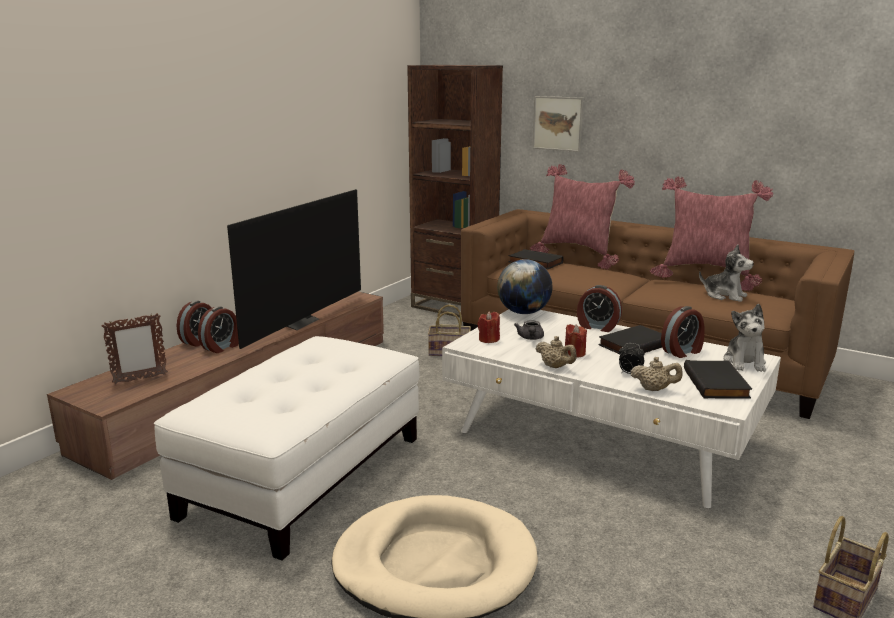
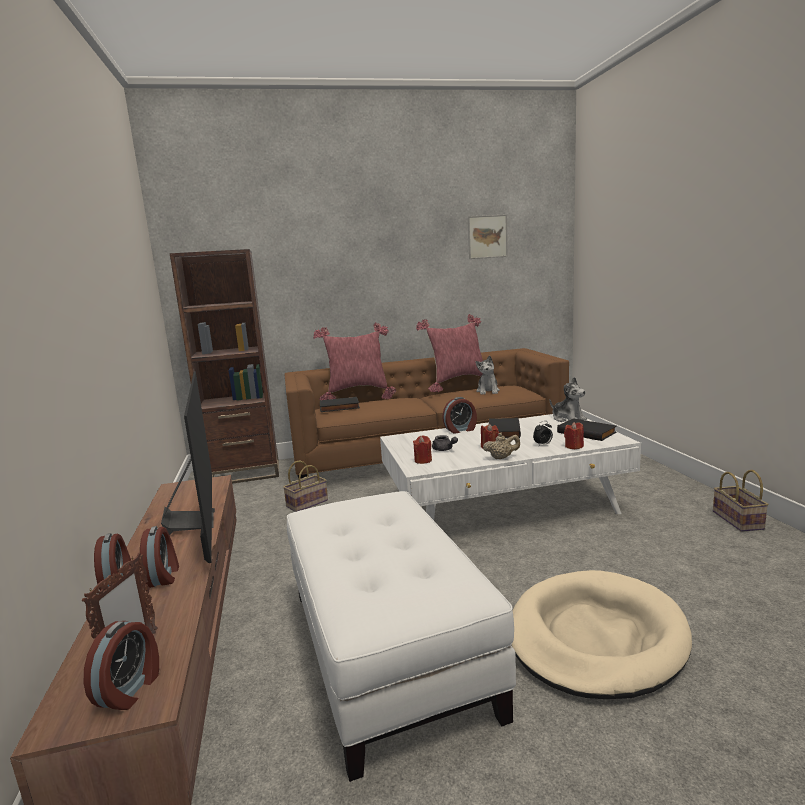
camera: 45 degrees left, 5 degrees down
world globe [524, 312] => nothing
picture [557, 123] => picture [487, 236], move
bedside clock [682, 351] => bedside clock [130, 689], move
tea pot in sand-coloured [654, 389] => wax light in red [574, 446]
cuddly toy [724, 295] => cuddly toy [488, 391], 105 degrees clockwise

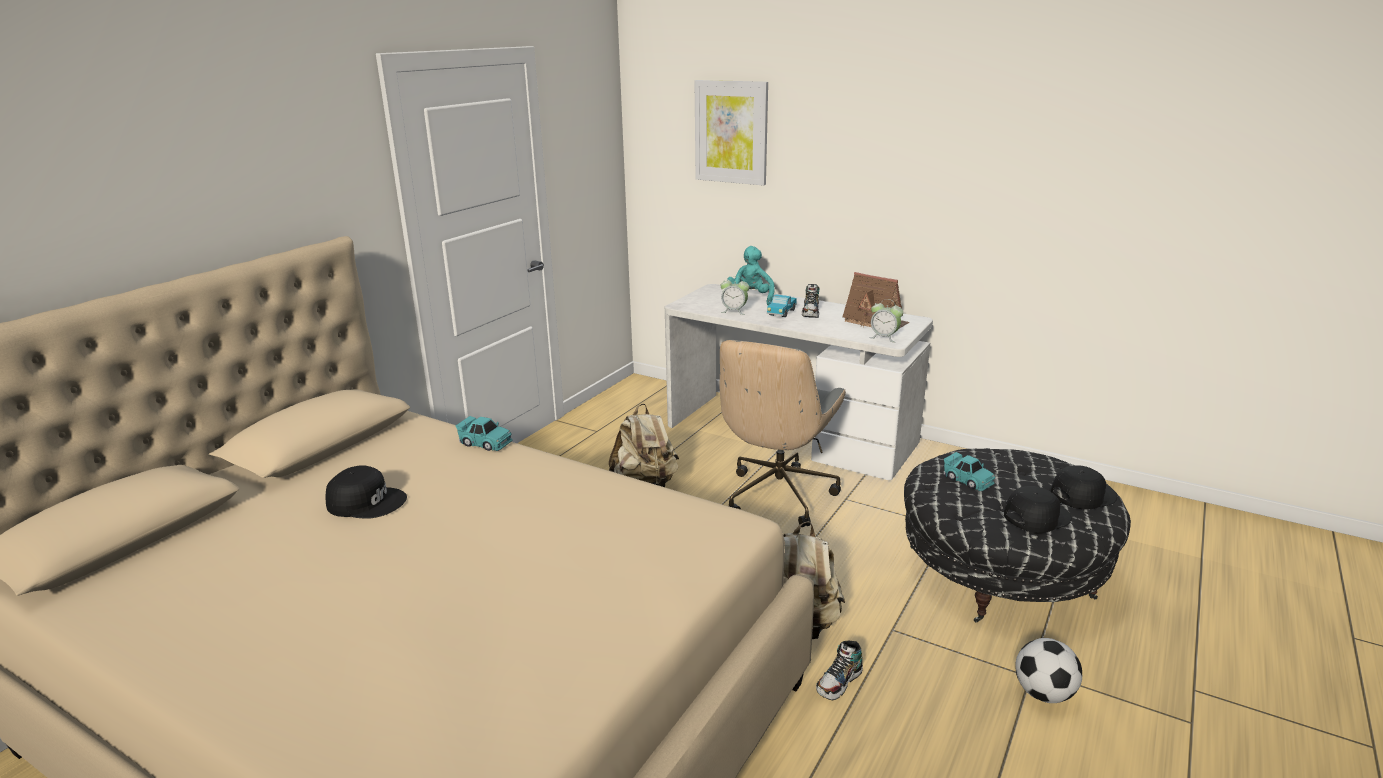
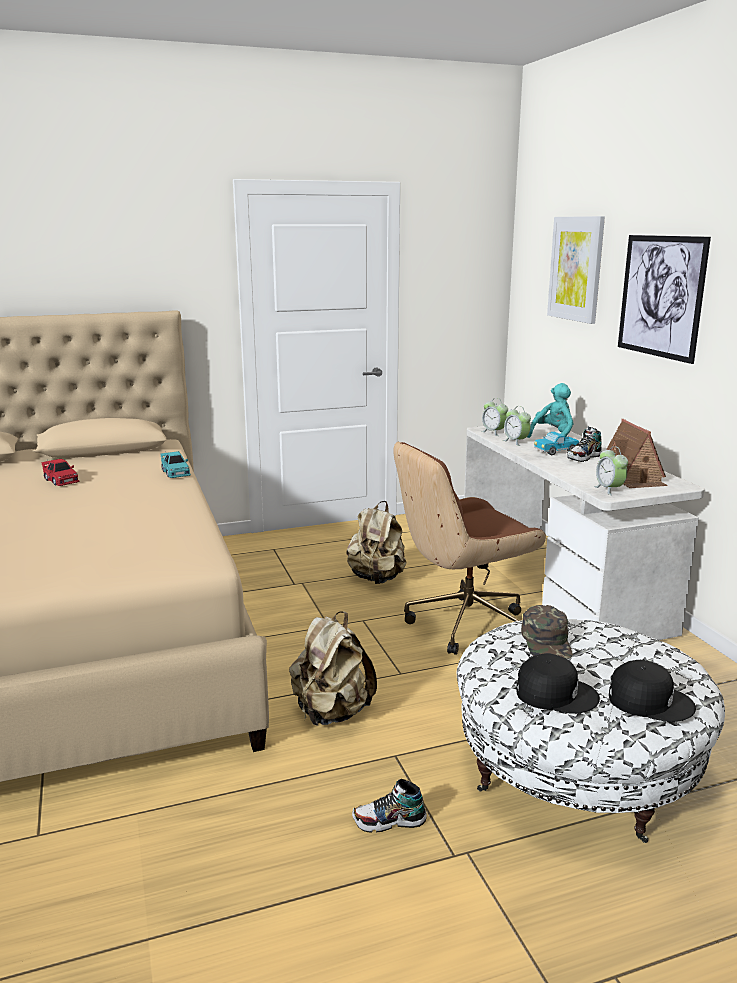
camera: 40 degrees right, 5 degrees down
ball for football [1043, 694] => nothing
nothing => bedside clock [494, 432]
nothing => picture [661, 296]
shoe [839, 682] => shoe [389, 821], move
peaked cap in blackish [367, 501] => miniature car in red [61, 481]
miniature car in turquoise-coloured [967, 480] => peaked cap in green-coloured [547, 641]
office chair in greyish [777, 498] => office chair in brownish [463, 626]
pouffe in blackish [1000, 572] => pouffe in white [576, 769]

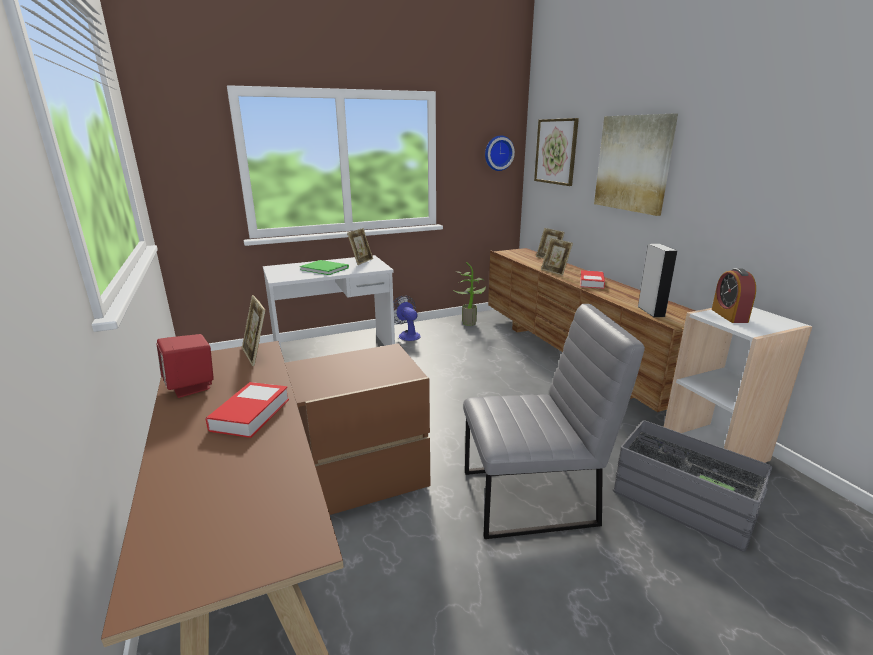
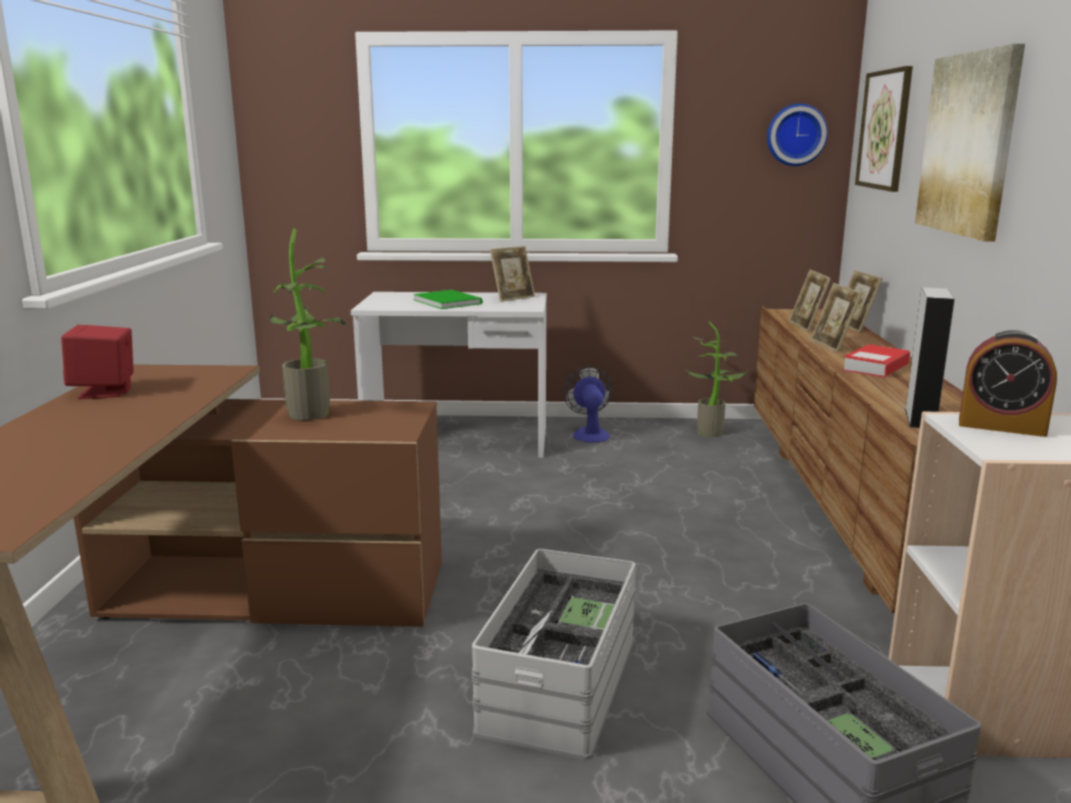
camera: 25 degrees right, 5 degrees down
book [250, 414] => nothing
nothing => houseplant [314, 415]
photo frame [257, 355] => photo frame [806, 326], move
upright chair in greyish [533, 497] => storage container in greyish [562, 683]
bedside clock [729, 315] => bedside clock [1001, 426], 90 degrees counterclockwise

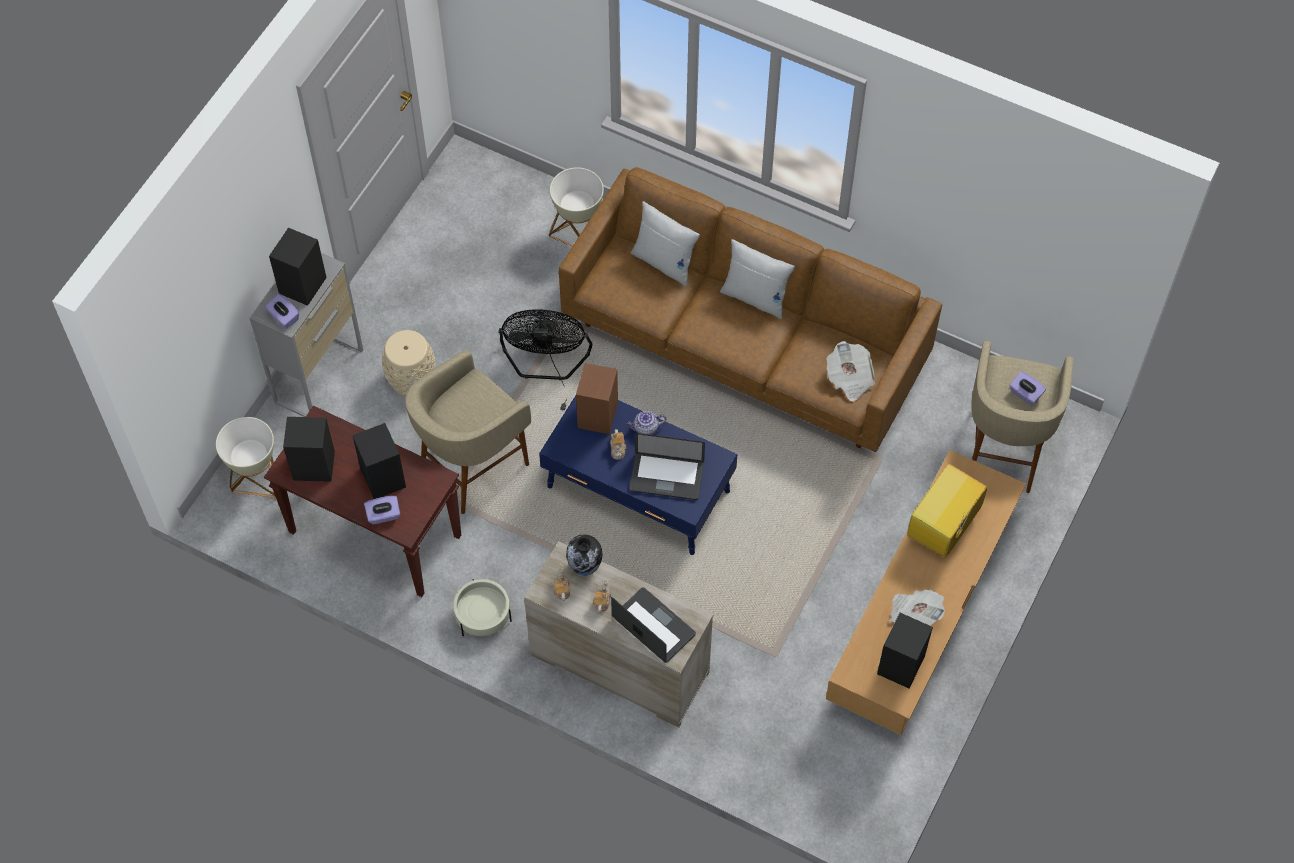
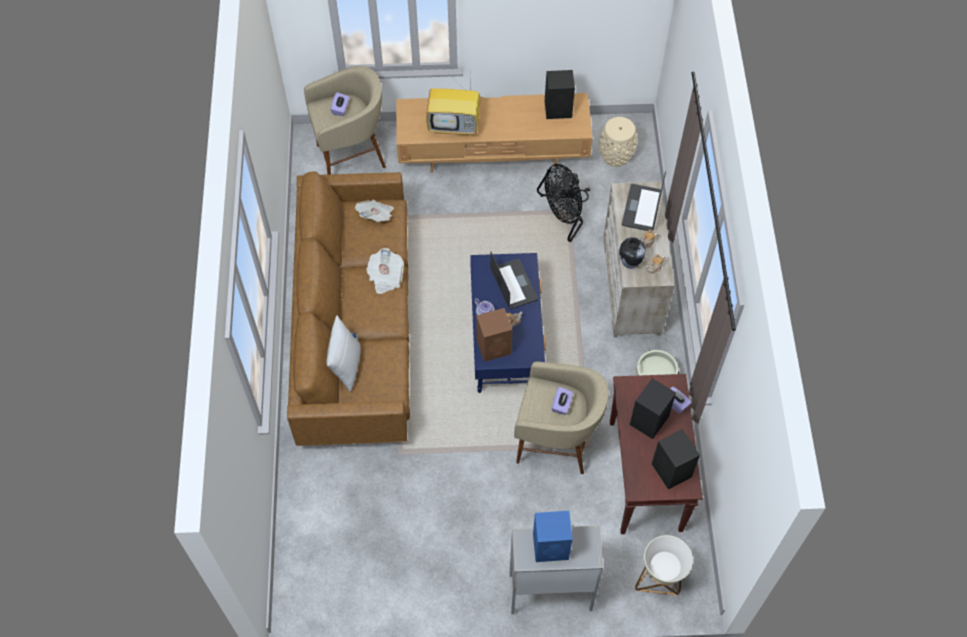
camera: 120 degrees left, 0 degrees up
flower pot [579, 234] => nothing
cushion in greyish [755, 298] => nothing
box of tissues in purple-coloured [283, 317] => box of tissues in purple-coloured [561, 405], move
sitting stool in sand-coloured [411, 380] => sitting stool in sand-coloured [616, 155], move
cooling fan in blackish [548, 368] => cooling fan in blackish [565, 212], move
printed paper [914, 615] => printed paper [385, 277], move
audio speaker in blackish [302, 286] => audio speaker in blue [551, 546]

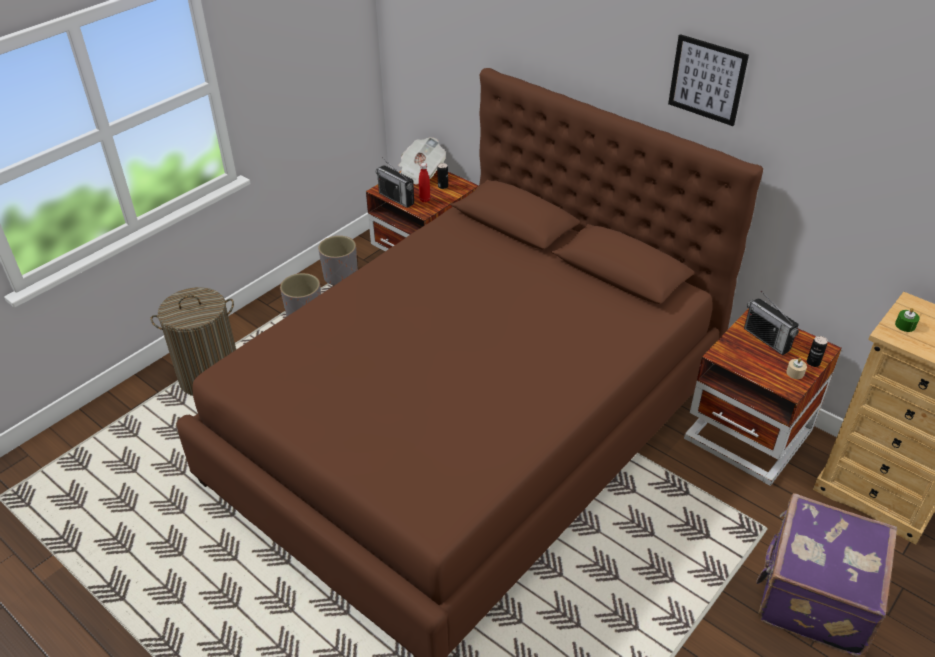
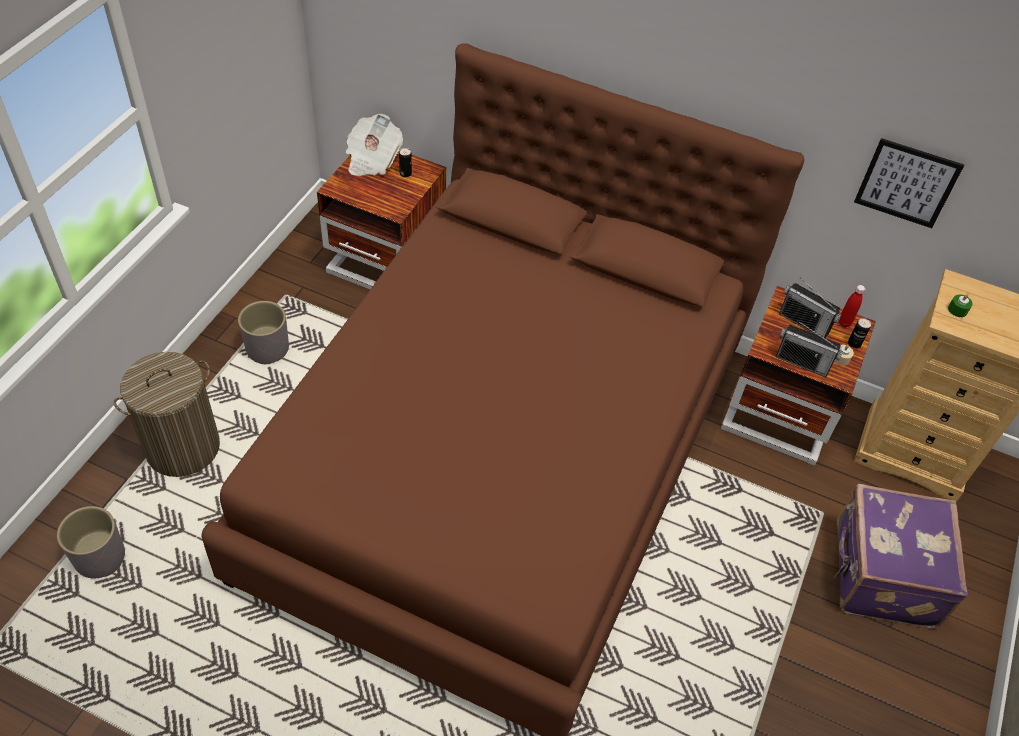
camera: 20 degrees left, 10 degrees up
flower pot in greyish [341, 277] => flower pot in greyish [100, 557], move
radio receiver [396, 198] => radio receiver [802, 362], move
bottle in red [425, 200] => bottle in red [844, 323], move
picture [707, 80] => picture [907, 183], move

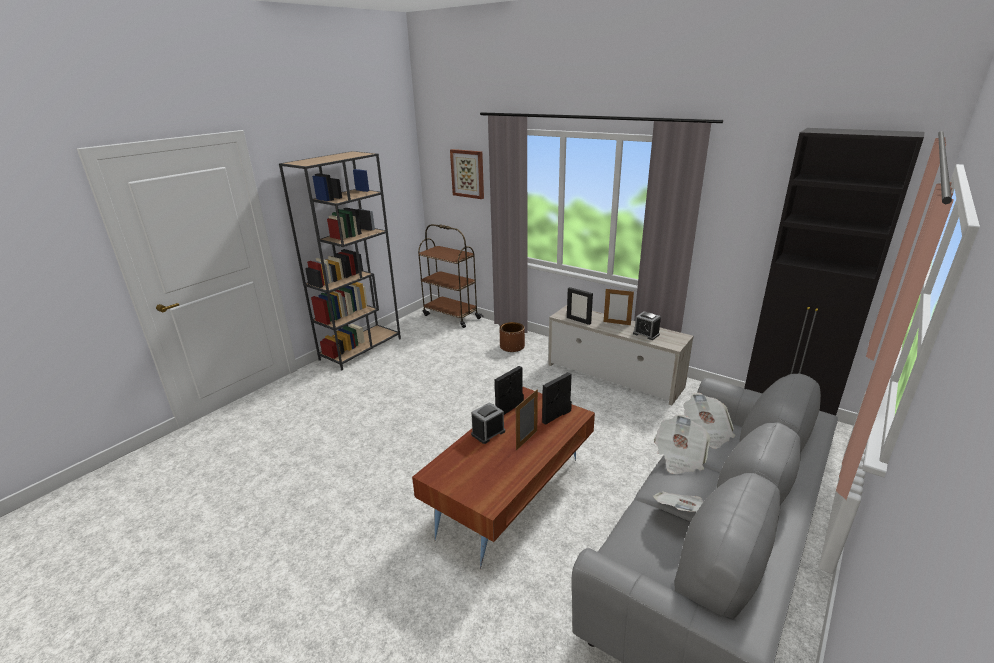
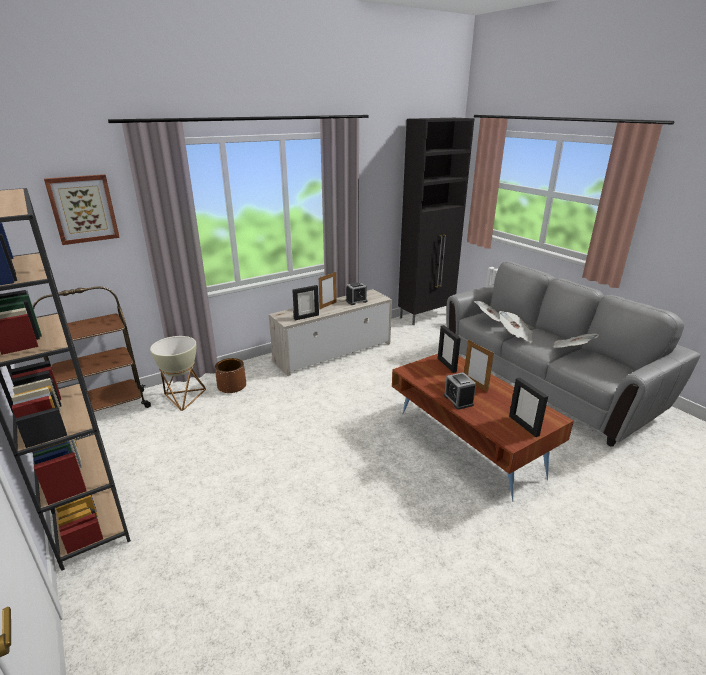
camera: 70 degrees left, 0 degrees up
nothing => flower pot [183, 397]
photo frame [510, 409] => photo frame [524, 425], move

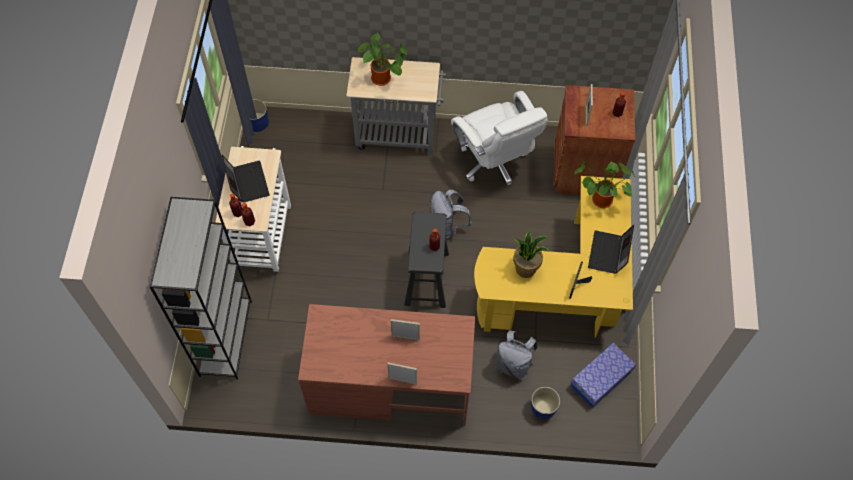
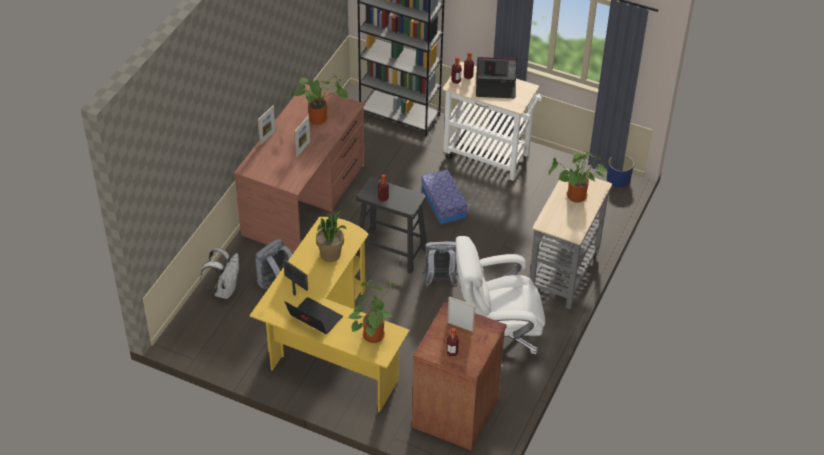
camera: 110 degrees right, 15 degrees down
nothing => houseplant [320, 118]
storage container [601, 379] => storage container [443, 204], move
flower pot [542, 409] => backpack in white [224, 290]

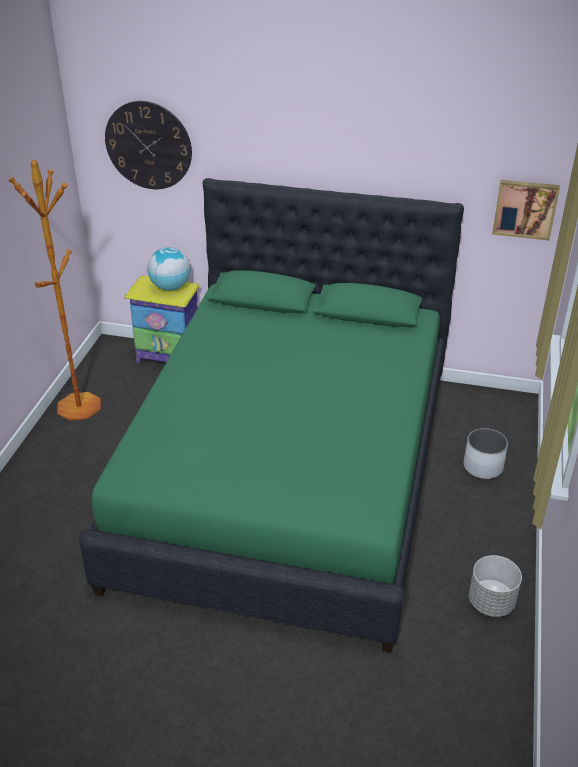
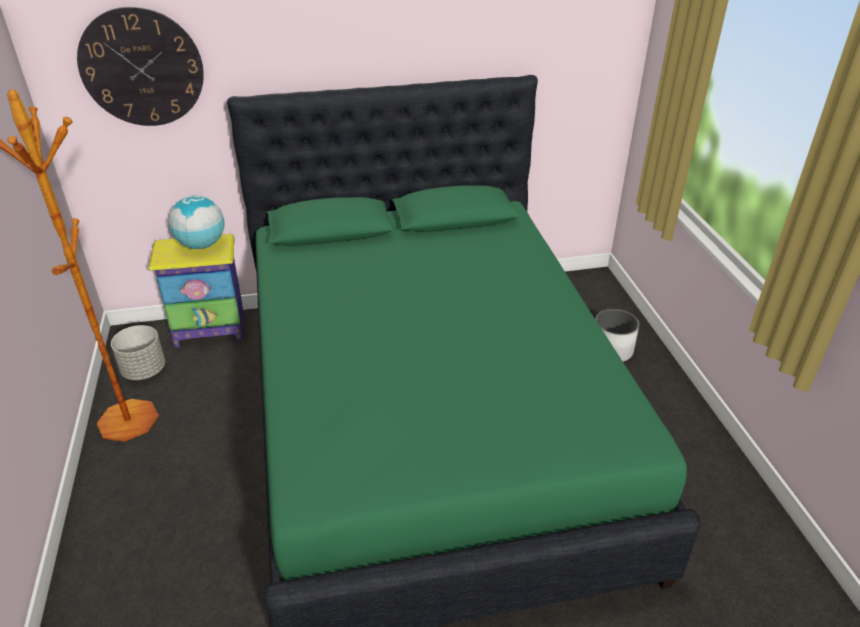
camera: 25 degrees left, 0 degrees up
picture [525, 208] => nothing
flower pot in greyish [491, 602] => flower pot in greyish [144, 370], move

